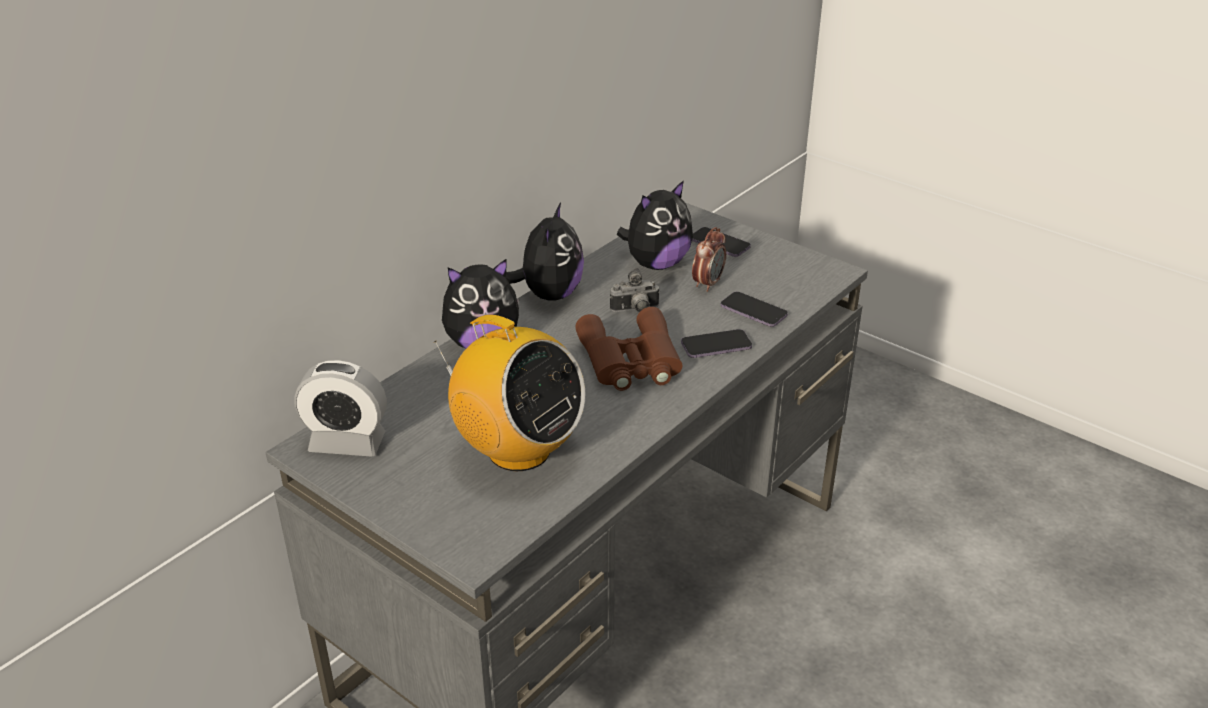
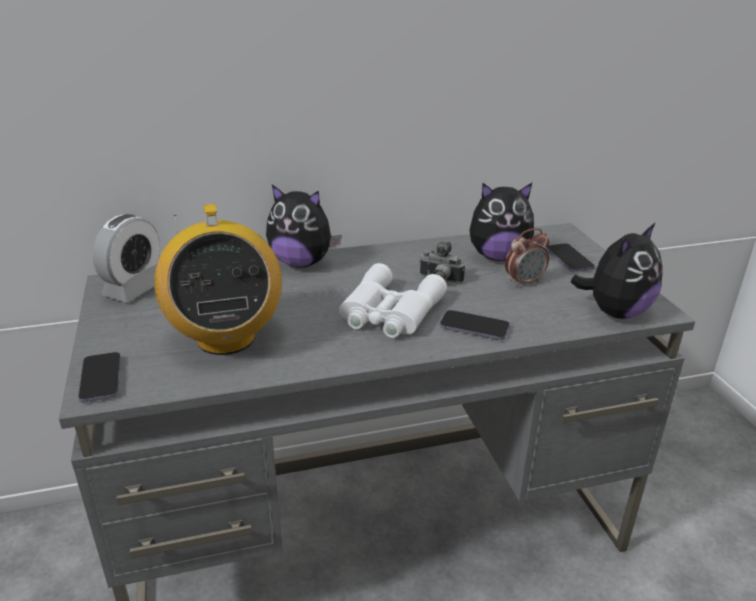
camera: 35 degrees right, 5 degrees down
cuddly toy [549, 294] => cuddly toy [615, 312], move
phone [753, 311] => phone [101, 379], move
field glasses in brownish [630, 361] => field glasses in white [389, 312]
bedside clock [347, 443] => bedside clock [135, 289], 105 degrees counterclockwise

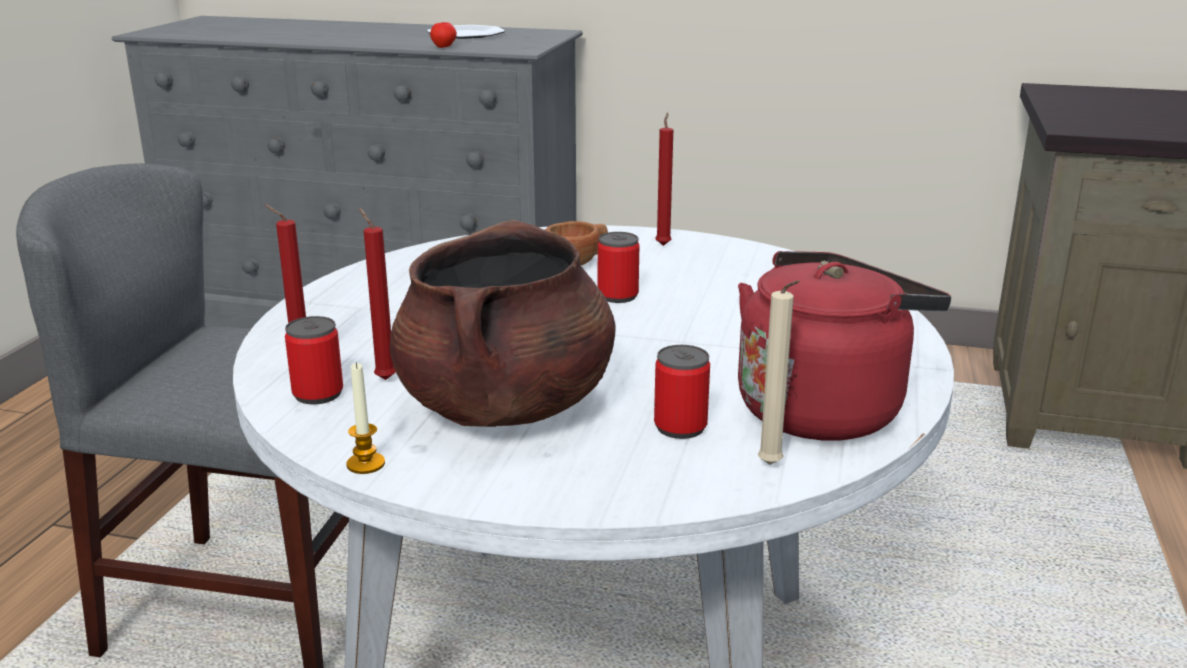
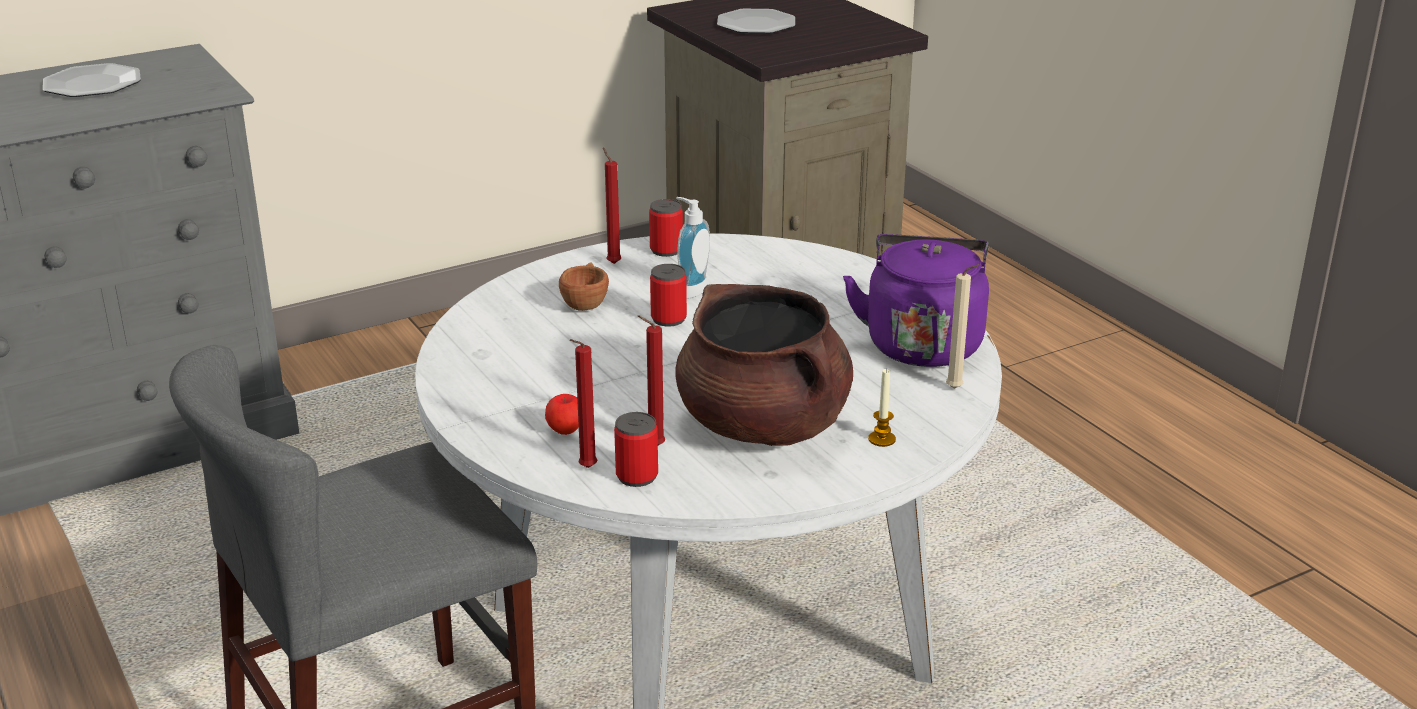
camera: 45 degrees left, 5 degrees up
nothing => soap dispenser [690, 290]
nothing => dinner plate [756, 24]
wax light [366, 464] => wax light [881, 439], move
apple fruit [444, 47] => apple fruit [566, 430], move
metal can [680, 427] => metal can [666, 250], move
water kettle in red [824, 409] => water kettle in purple-coloured [922, 343]

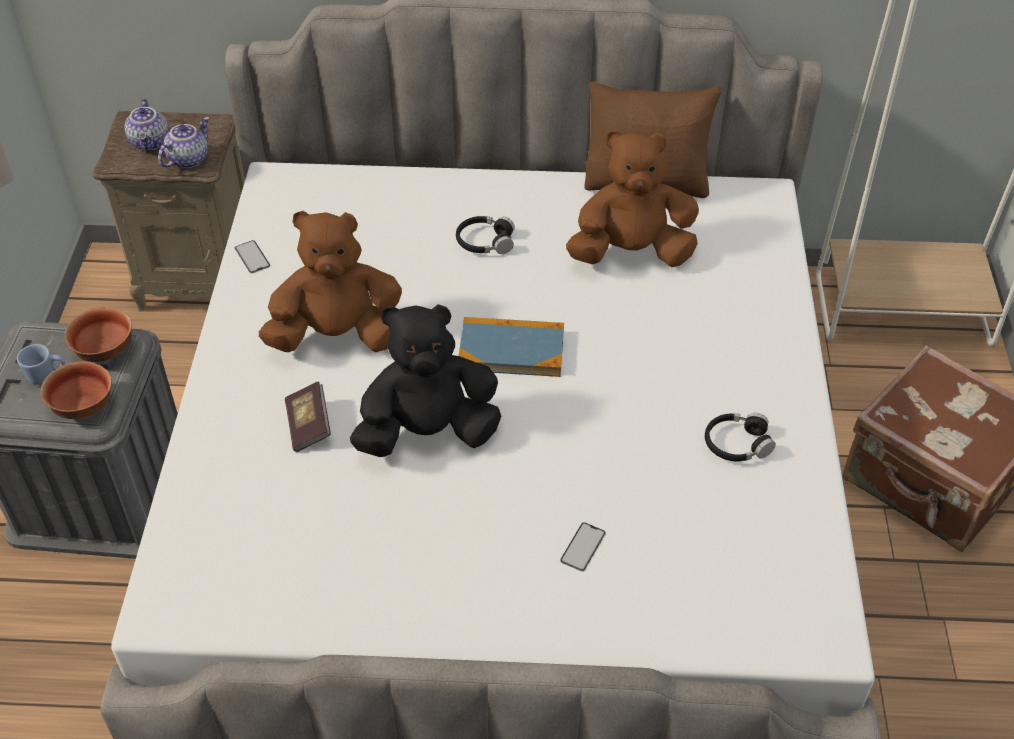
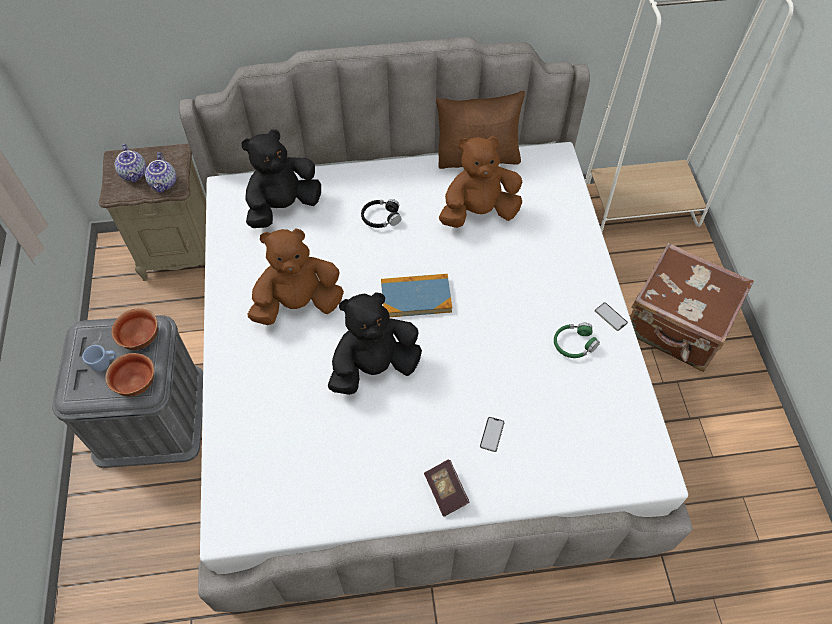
camera: 10 degrees left, 10 degrees up
nothing => cuddly toy in blackish [283, 207]
phone [252, 257] => phone [611, 316], move
book [309, 426] => book [446, 491], move
headset in blackish [737, 444] => headset in green-coloured [574, 344]
tea pot [188, 159] => tea pot [164, 183], 150 degrees clockwise

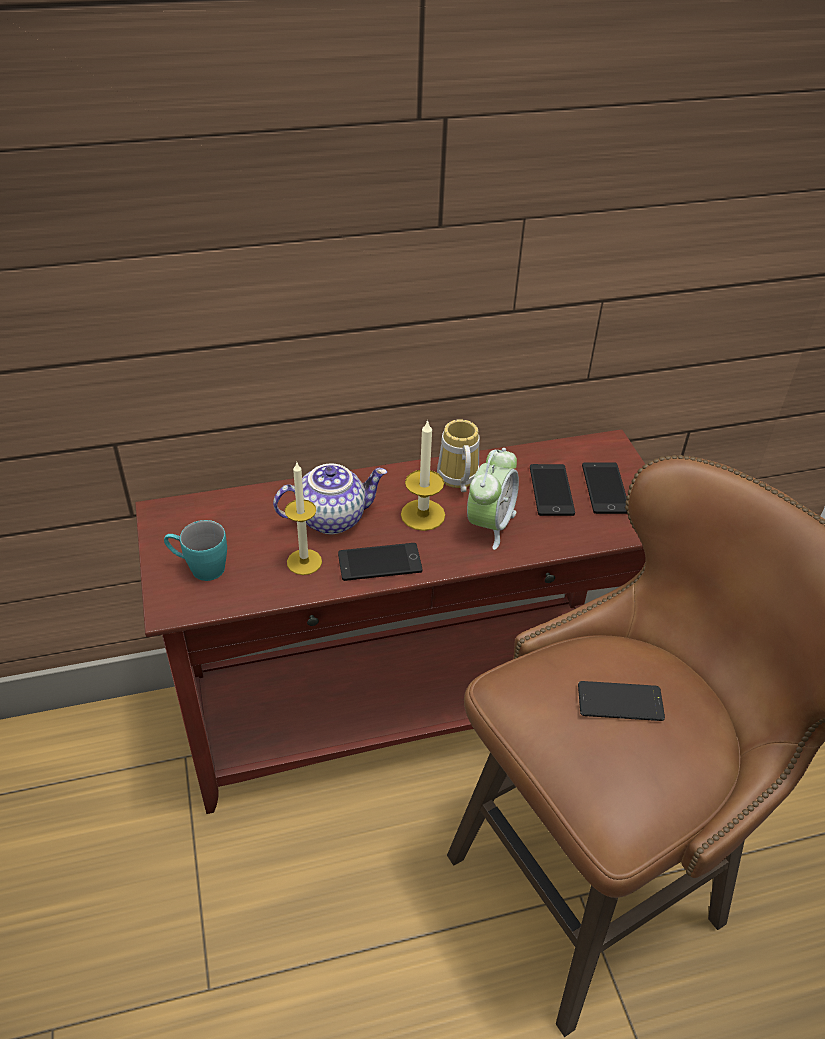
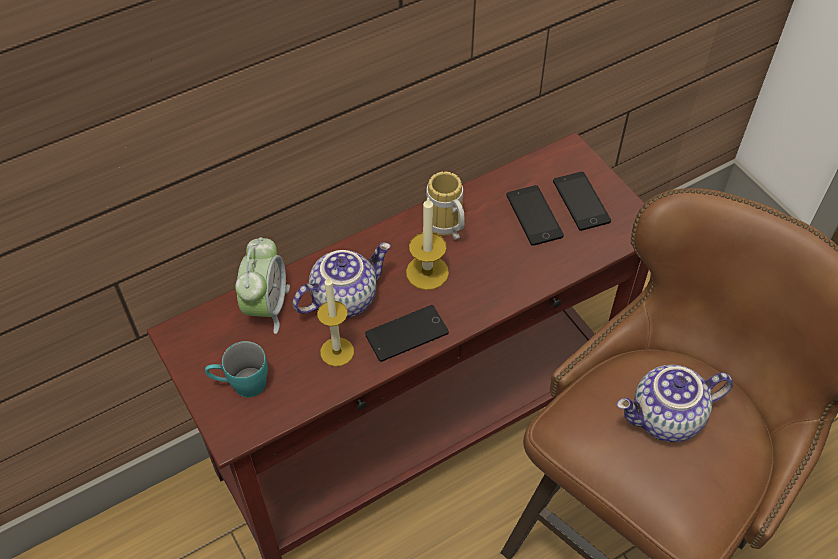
camera: 15 degrees left, 10 degrees up
bedside clock [490, 525] => bedside clock [266, 307], move
phone [620, 702] => tea pot [666, 419]

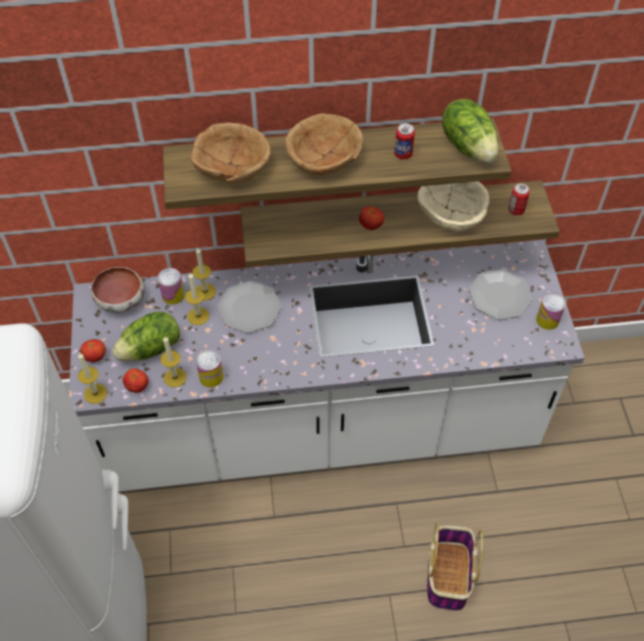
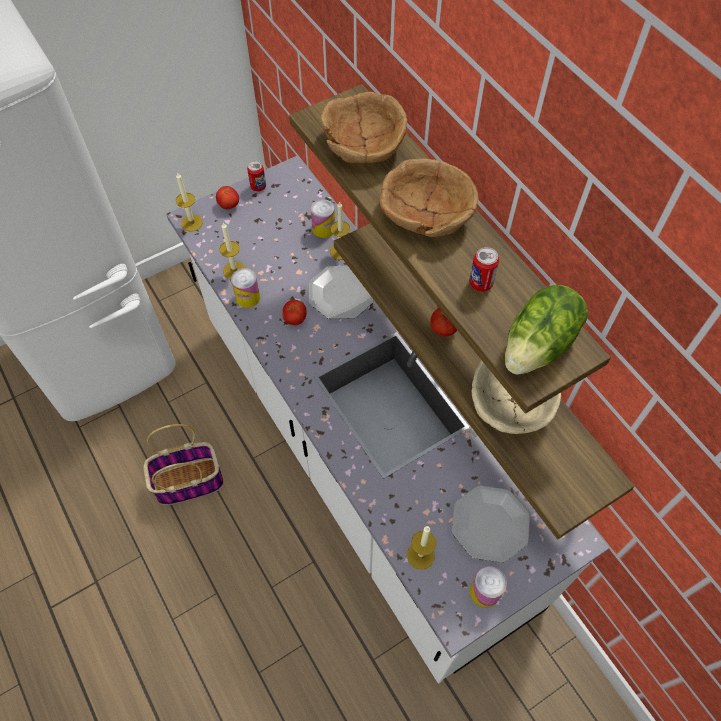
camera: 65 degrees right, 5 degrees up
bowl [122, 300] => nothing
head of lettuce [151, 349] => nothing
whole tomato [137, 386] => whole tomato [295, 319], move
wax light [198, 316] => wax light [420, 555], move
storage basket [448, 574] => storage basket [189, 481], move
metal can [516, 210] => metal can [258, 187], move

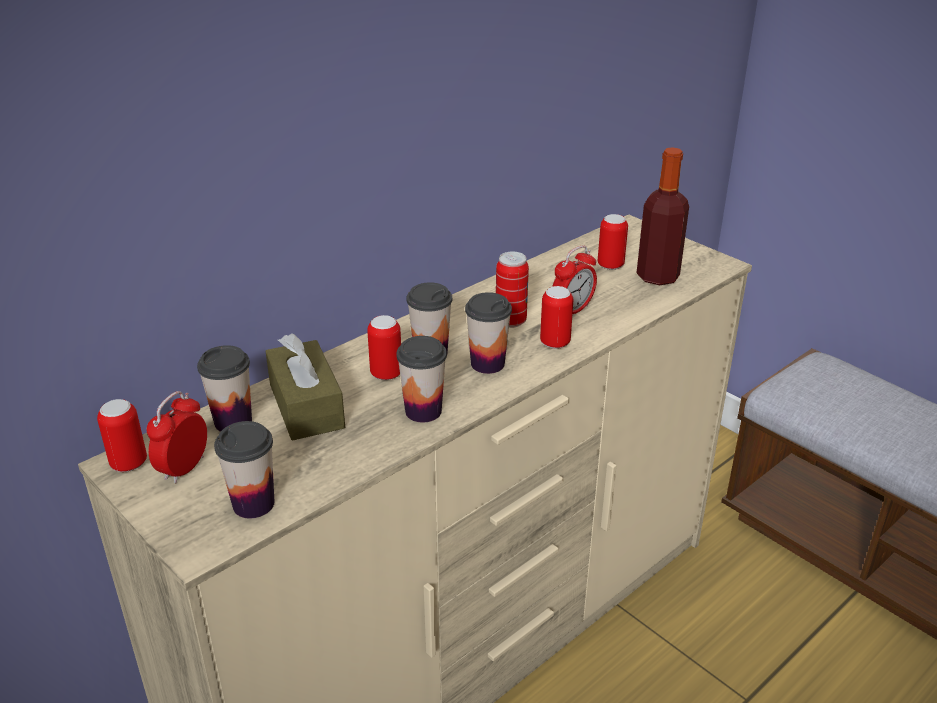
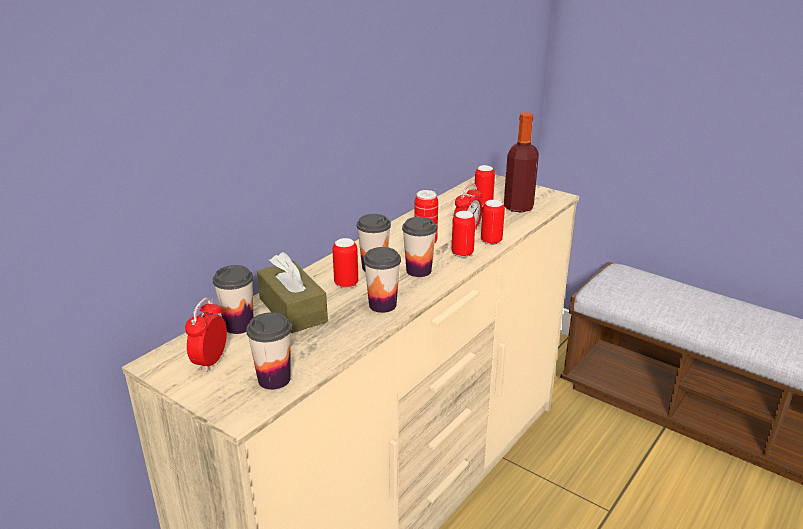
camera: 10 degrees left, 5 degrees down
metal can [129, 463] => metal can [491, 241], move

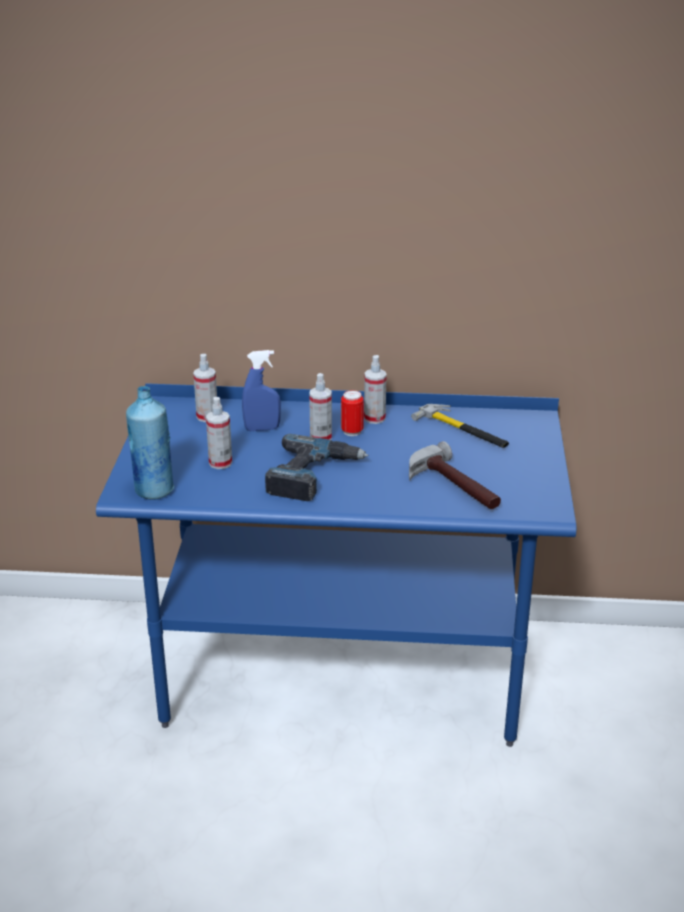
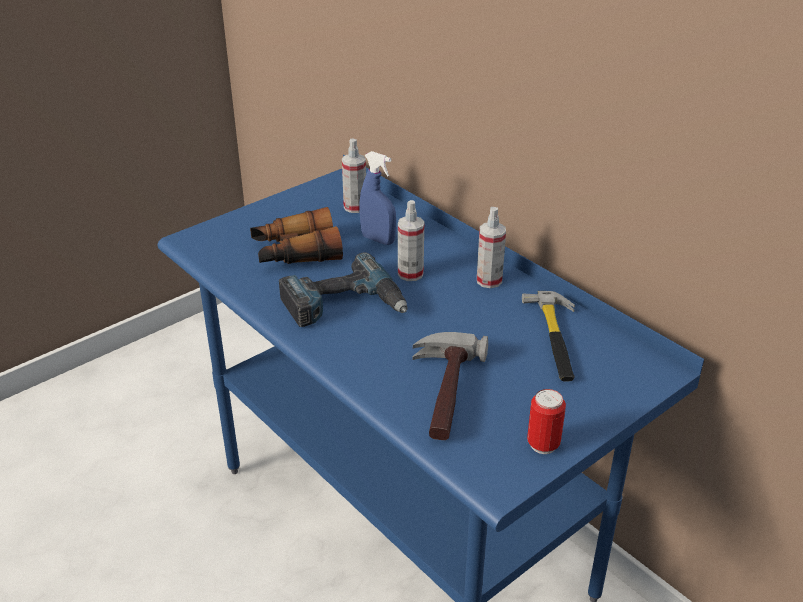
camera: 45 degrees right, 5 degrees up
bottle in blue [154, 490] => nothing
metal can [352, 431] => metal can [543, 444], move
sprayer [220, 463] => field glasses [295, 252]

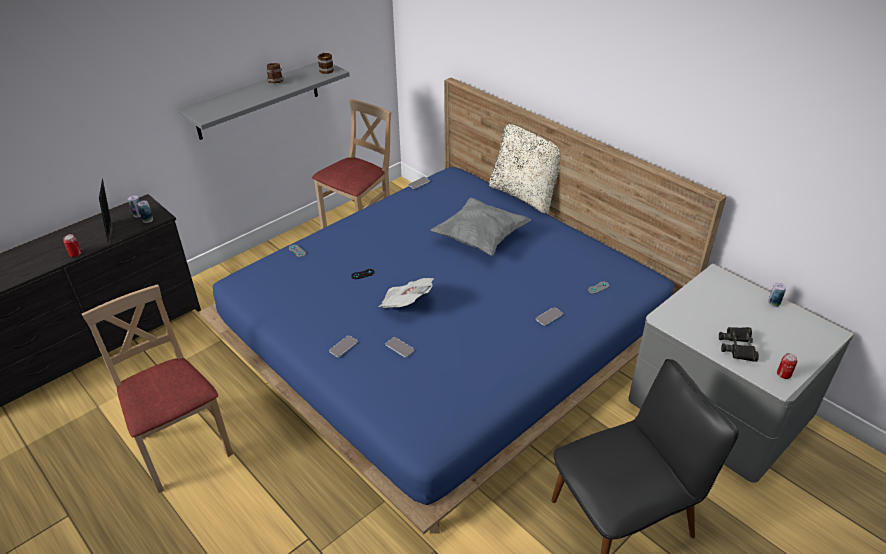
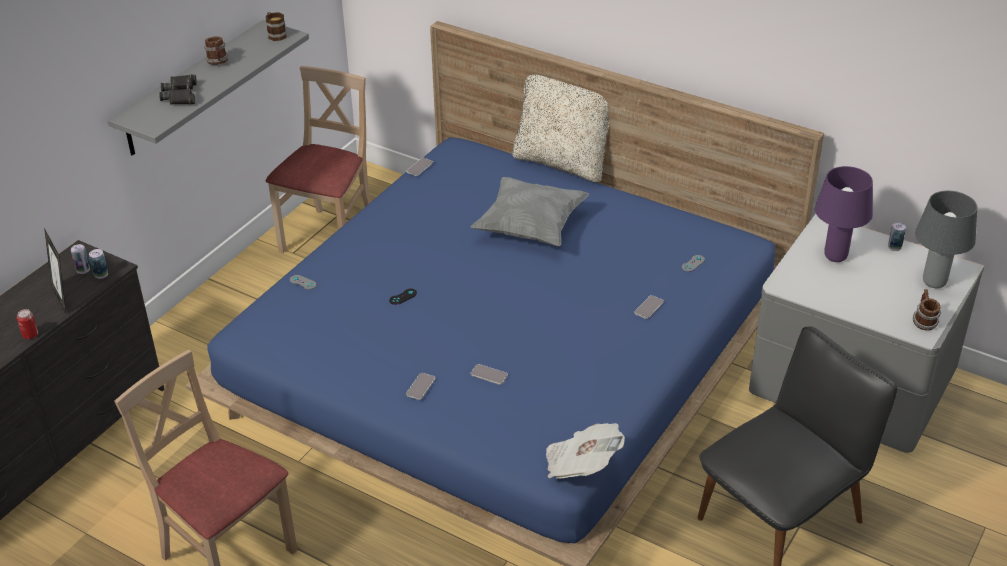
camera: 15 degrees left, 0 degrees up
nothing => tabletop lamp in purple-coloured [836, 256]
nothing => tabletop lamp in greyish [933, 282]
printed paper [406, 304] => printed paper [581, 465], move
field glasses in blackish [738, 346] => field glasses in blackish [180, 95], move
metal can [783, 374] => coffee mug [923, 322]

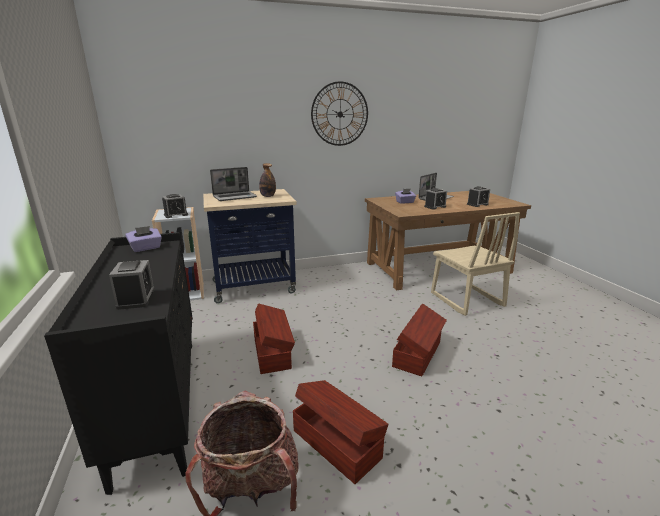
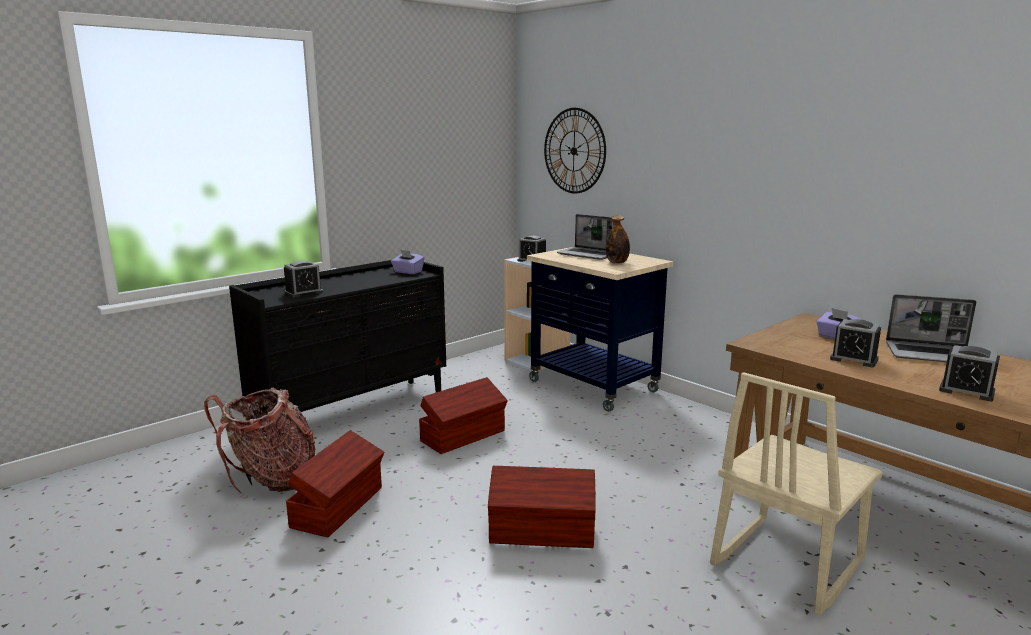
camera: 65 degrees right, 5 degrees down
hanging clock [340, 114] => hanging clock [574, 151], move

